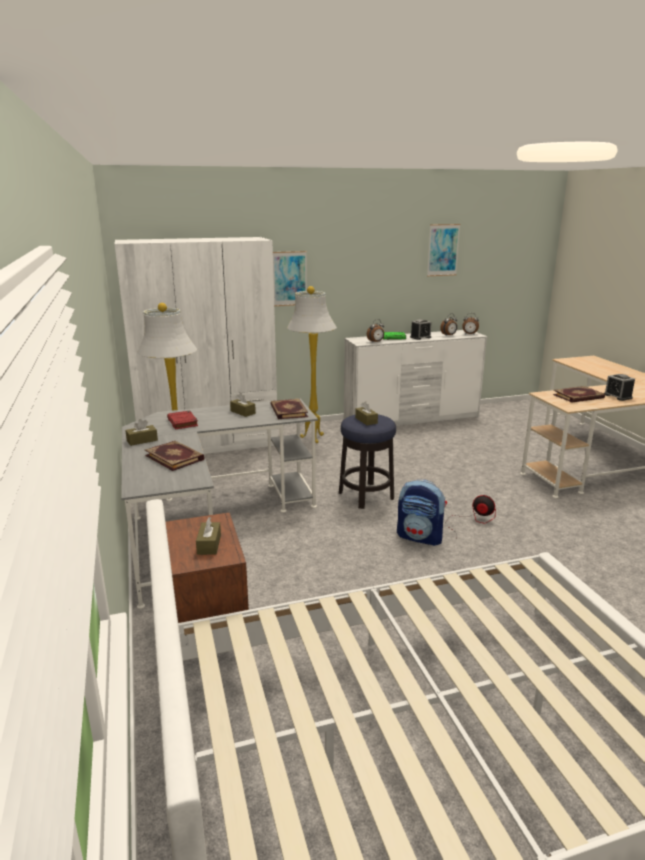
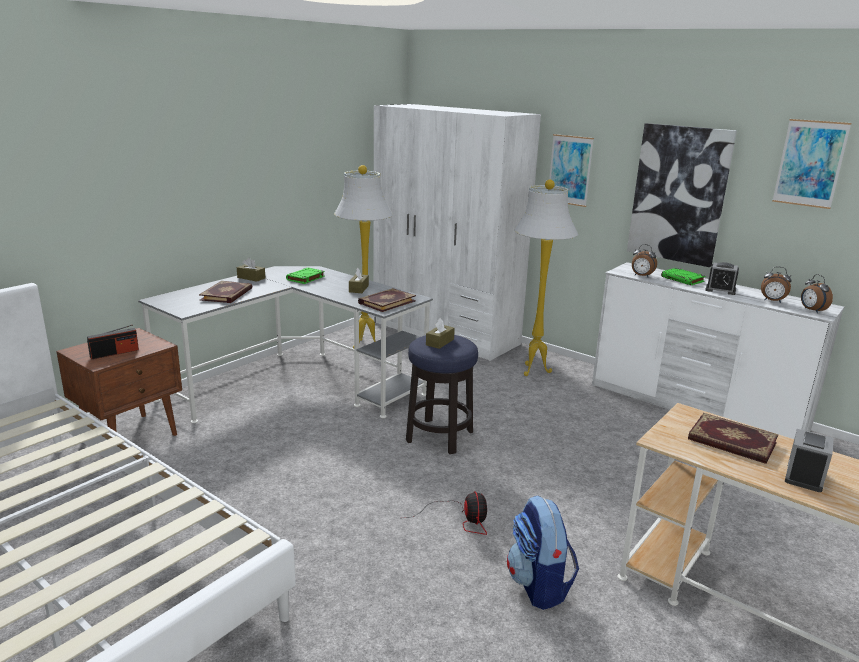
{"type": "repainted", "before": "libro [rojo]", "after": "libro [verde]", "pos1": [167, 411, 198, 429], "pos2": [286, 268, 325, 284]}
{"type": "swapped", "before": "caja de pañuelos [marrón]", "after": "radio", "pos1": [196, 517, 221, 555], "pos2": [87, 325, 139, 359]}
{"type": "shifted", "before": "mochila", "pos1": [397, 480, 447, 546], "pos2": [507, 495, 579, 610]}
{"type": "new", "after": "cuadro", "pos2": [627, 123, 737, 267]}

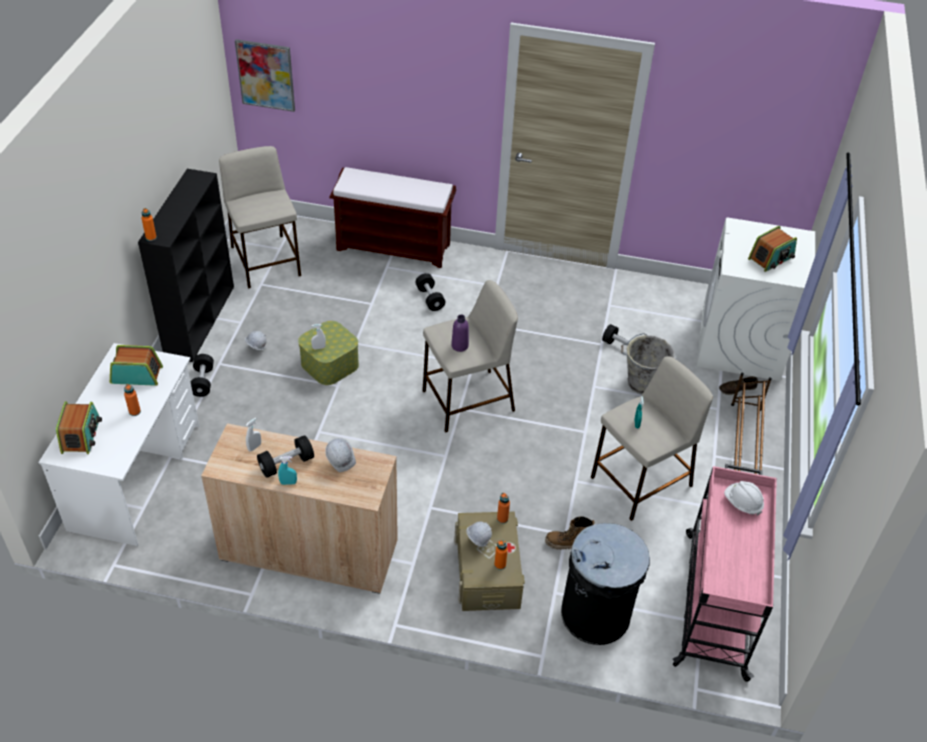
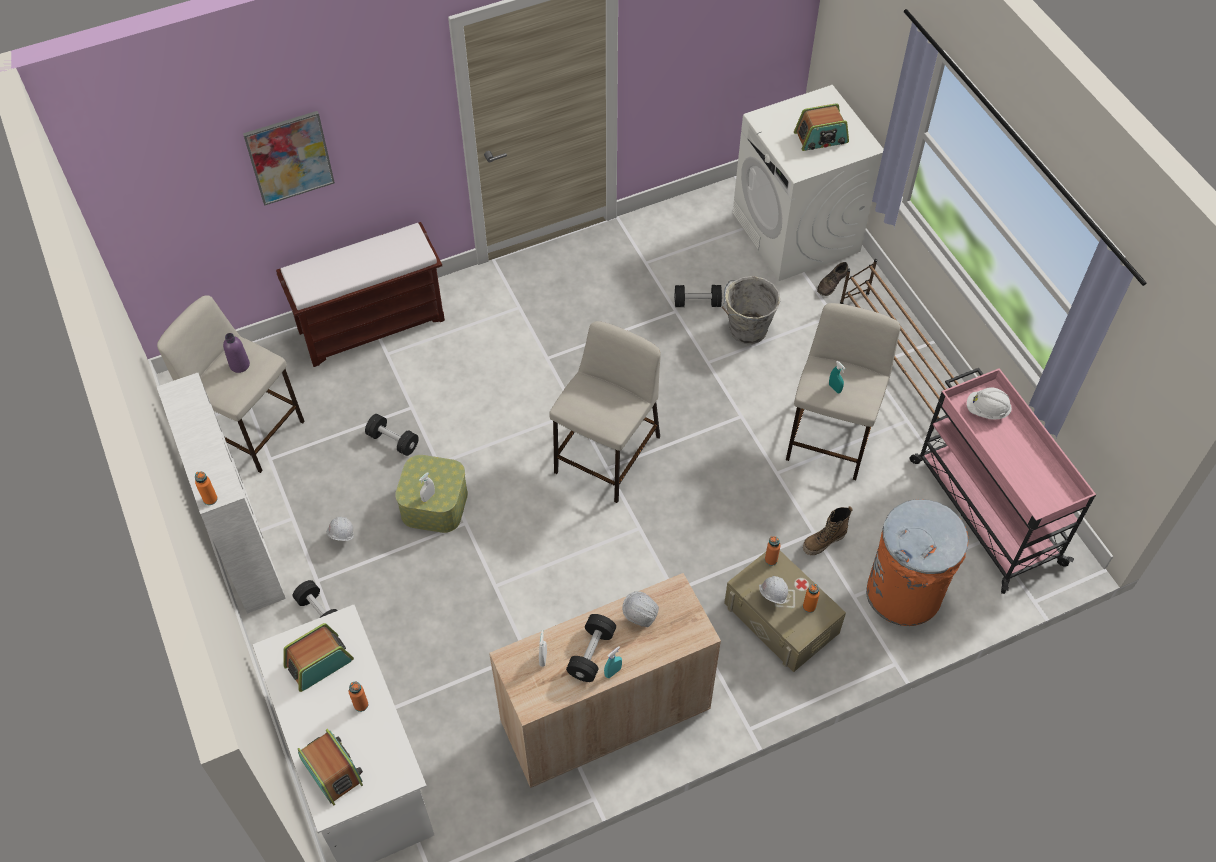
{"type": "repainted", "before": "estantería [negro]", "after": "estantería [blanco]", "pos1": [138, 169, 234, 362], "pos2": [157, 373, 286, 614]}
{"type": "shifted", "before": "cuadro", "pos1": [235, 39, 295, 112], "pos2": [243, 111, 335, 206]}
{"type": "shifted", "before": "mancuerna [negro]", "pos1": [415, 273, 445, 311], "pos2": [365, 414, 419, 456]}
{"type": "shifted", "before": "botella [morado]", "pos1": [451, 315, 469, 352], "pos2": [223, 333, 250, 373]}
{"type": "repainted", "before": "papelera [negro]", "after": "papelera [naranja]", "pos1": [561, 523, 650, 645], "pos2": [866, 499, 968, 626]}
{"type": "rotated", "before": "radio", "pos1": [748, 226, 797, 272], "pos2": [794, 103, 849, 151], "turn": 60}

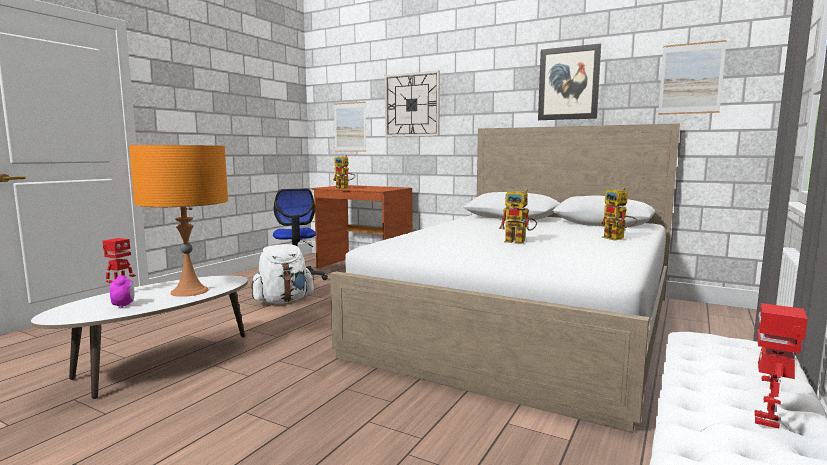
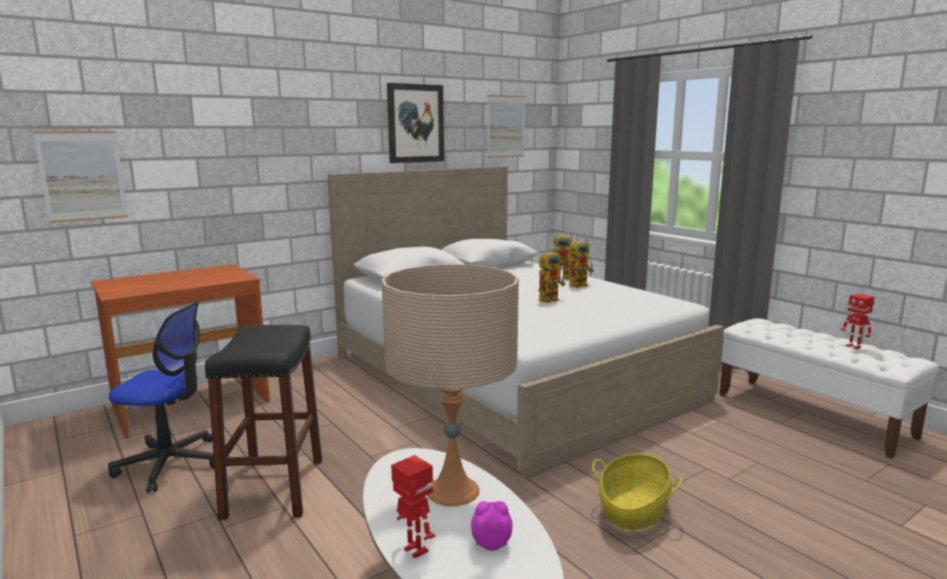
{"type": "repainted", "before": "lámpara de mesa [naranja]", "after": "lámpara de mesa [beis]", "pos1": [129, 145, 228, 297], "pos2": [381, 264, 519, 506]}
{"type": "swapped", "before": "mochila [blanco]", "after": "taburete [negro]", "pos1": [251, 244, 313, 304], "pos2": [205, 325, 322, 520]}
{"type": "shifted", "before": "robot de juguete", "pos1": [333, 155, 355, 189], "pos2": [569, 239, 594, 288]}
{"type": "gone", "before": "reloj de pared", "pos1": [385, 71, 440, 137]}
{"type": "new", "after": "cesta", "pos2": [592, 454, 682, 530]}

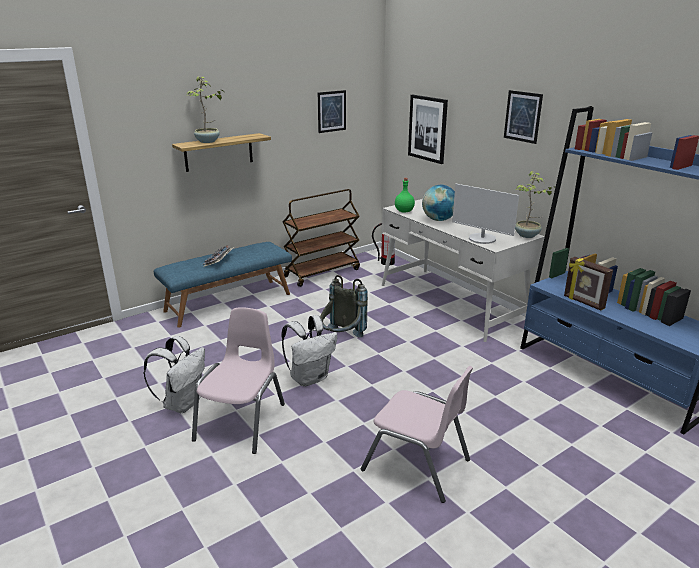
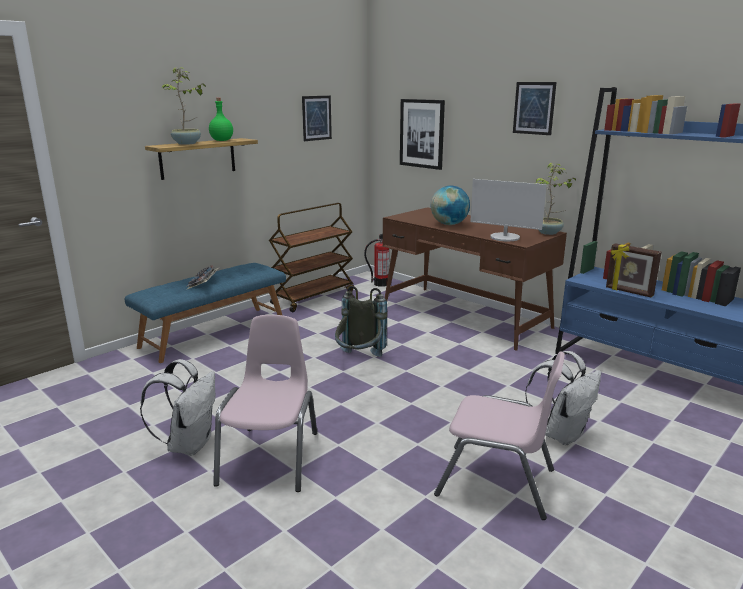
{"type": "shifted", "before": "mochila [blanco]", "pos1": [282, 315, 337, 387], "pos2": [525, 351, 601, 445]}
{"type": "repainted", "before": "escritorio [blanco]", "after": "escritorio [marrón]", "pos1": [382, 199, 545, 342], "pos2": [383, 207, 567, 350]}
{"type": "shifted", "before": "botella [verde]", "pos1": [395, 178, 415, 213], "pos2": [209, 98, 233, 141]}

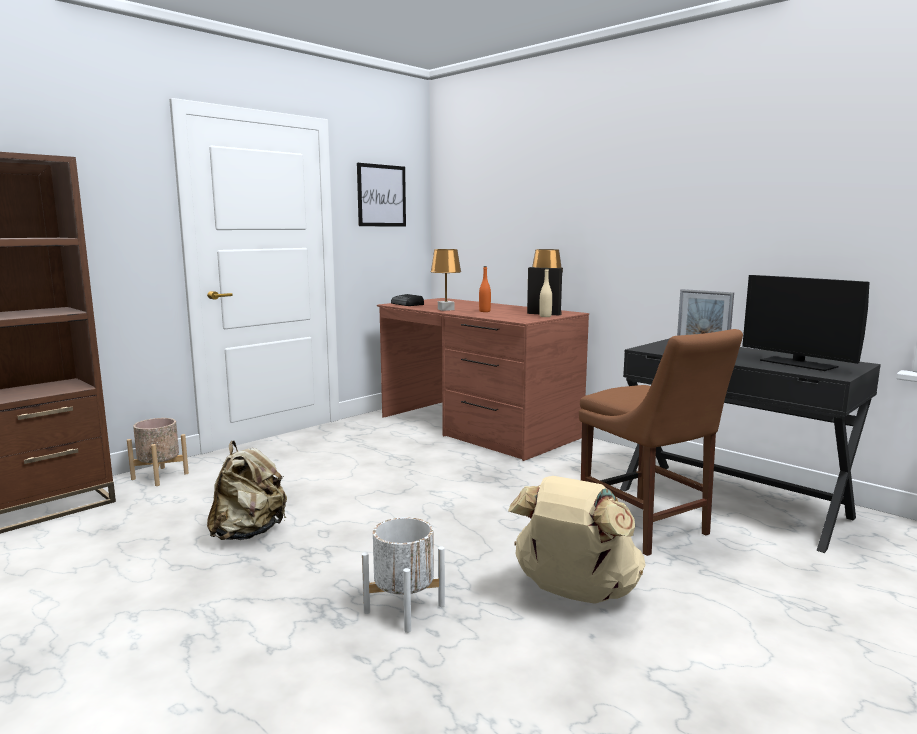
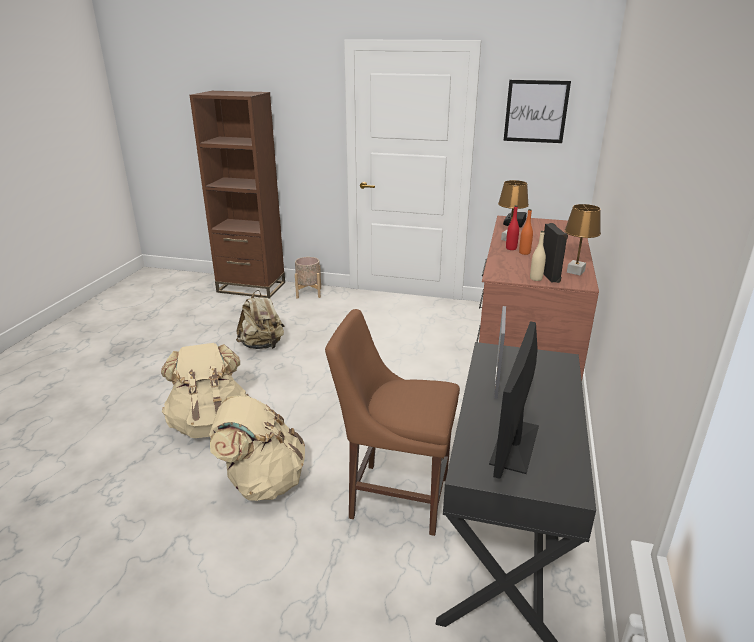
{"type": "swapped", "before": "maceta [blanco]", "after": "mochila [beis]", "pos1": [362, 517, 445, 633], "pos2": [161, 343, 249, 438]}
{"type": "rotated", "before": "silla [marrón]", "pos1": [579, 329, 743, 556], "pos2": [325, 309, 460, 536], "turn": 75}
{"type": "new", "after": "botella [rojo]", "pos2": [506, 205, 519, 250]}

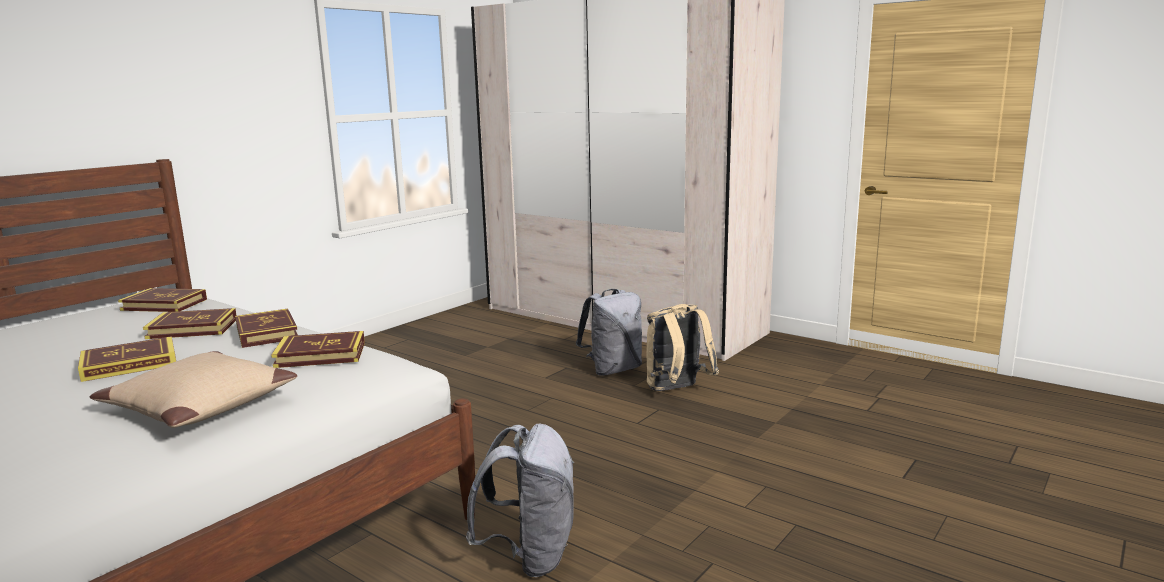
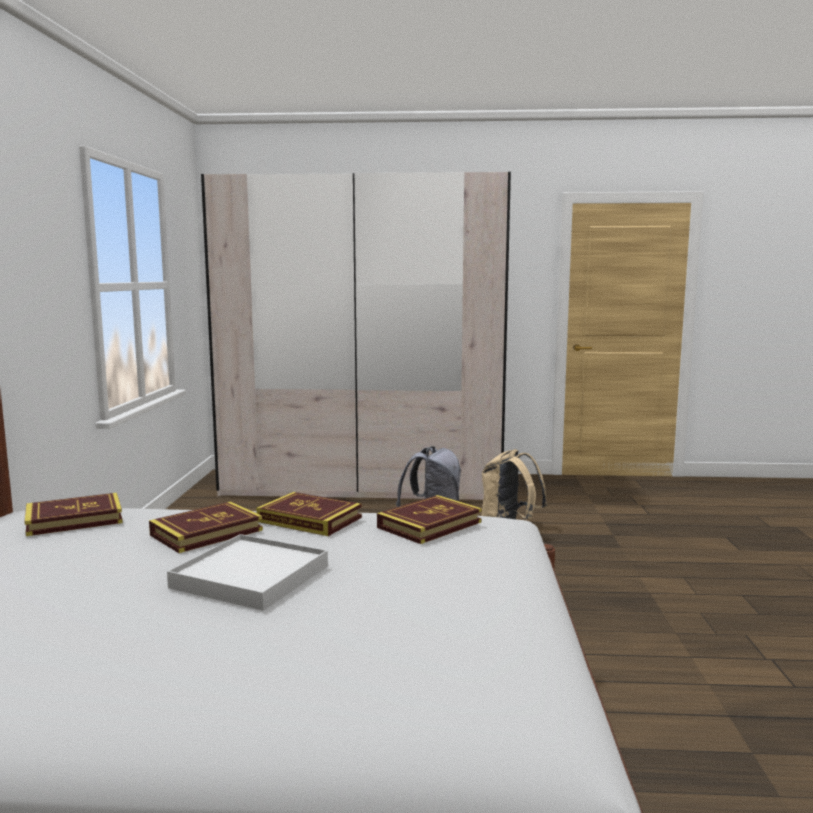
{"type": "swapped", "before": "libro", "after": "bandeja [blanco]", "pos1": [78, 336, 176, 382], "pos2": [167, 534, 328, 611]}
{"type": "gone", "before": "cojín [beis]", "pos1": [90, 351, 297, 428]}
{"type": "gone", "before": "mochila [gris]", "pos1": [466, 424, 574, 577]}

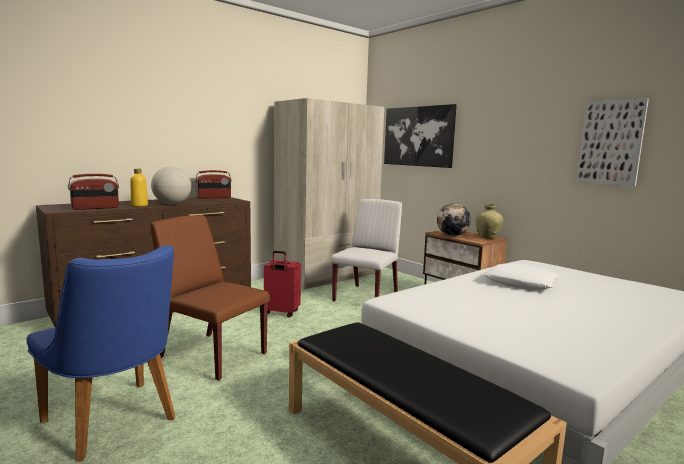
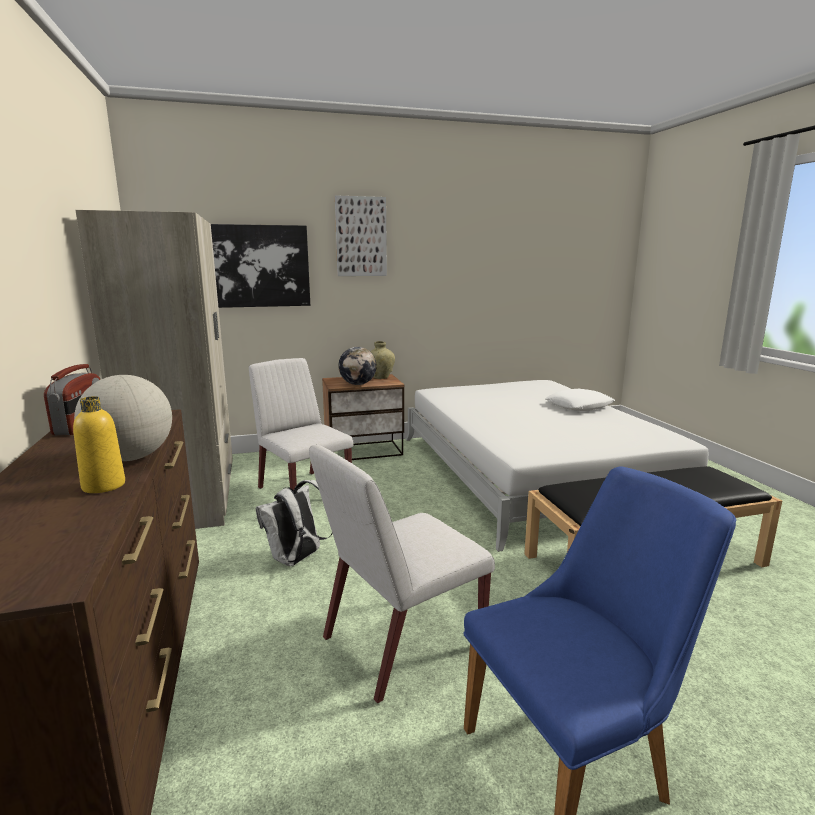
{"type": "gone", "before": "radio", "pos1": [68, 174, 119, 210]}
{"type": "repainted", "before": "silla [marrón]", "after": "silla [blanco]", "pos1": [150, 215, 270, 381], "pos2": [309, 445, 495, 703]}
{"type": "swapped", "before": "maleta [rojo]", "after": "mochila [blanco]", "pos1": [264, 251, 301, 317], "pos2": [256, 480, 333, 566]}
{"type": "shifted", "before": "cojín [blanco]", "pos1": [483, 263, 561, 290], "pos2": [545, 389, 615, 411]}
{"type": "shifted", "before": "cuadro", "pos1": [577, 99, 649, 186], "pos2": [335, 195, 387, 276]}

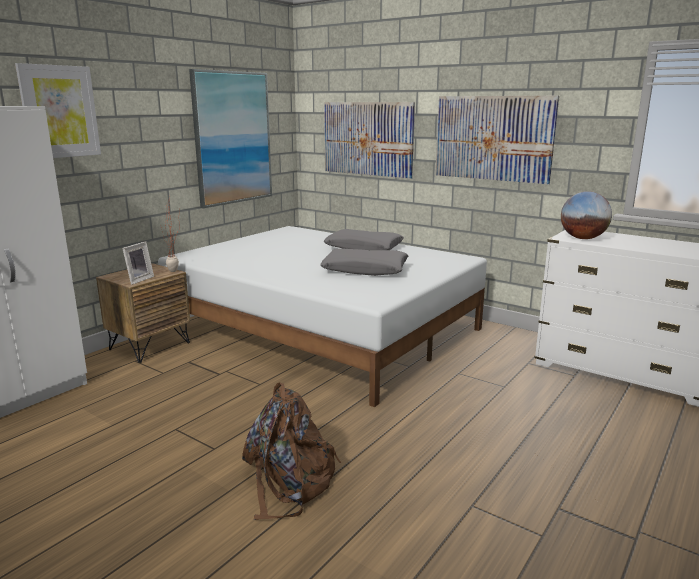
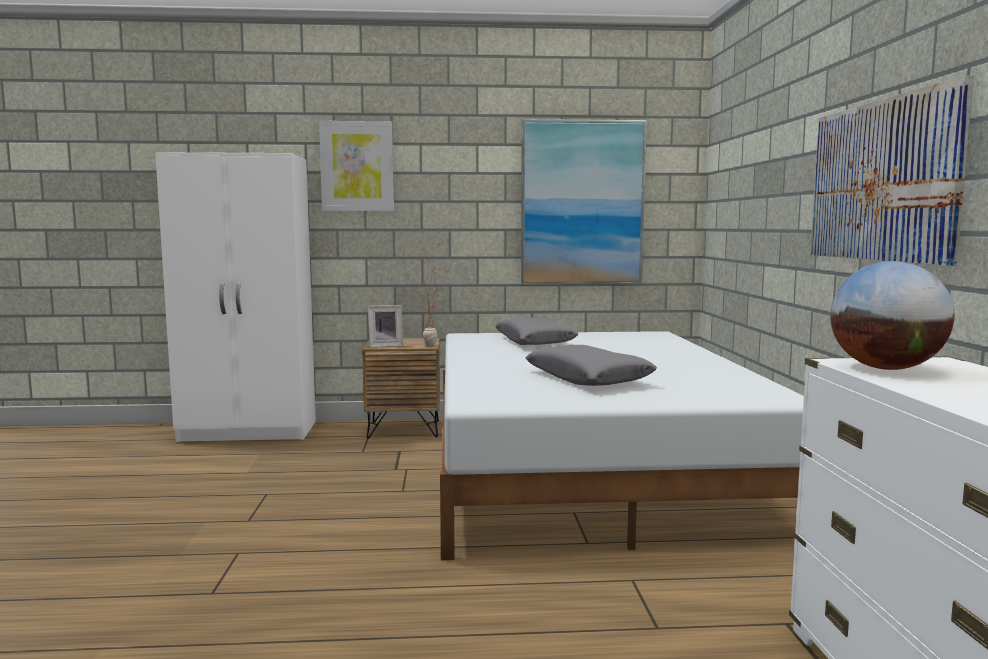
{"type": "gone", "before": "mochila [marrón]", "pos1": [242, 382, 341, 520]}
{"type": "gone", "before": "cuadro", "pos1": [324, 102, 415, 179]}
{"type": "shifted", "before": "cojín [gris]", "pos1": [324, 229, 404, 250], "pos2": [495, 317, 579, 345]}

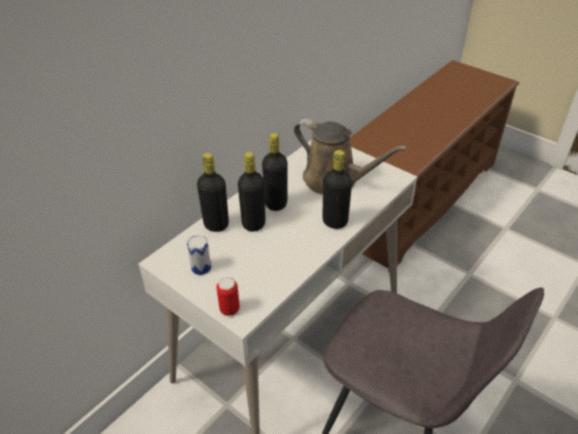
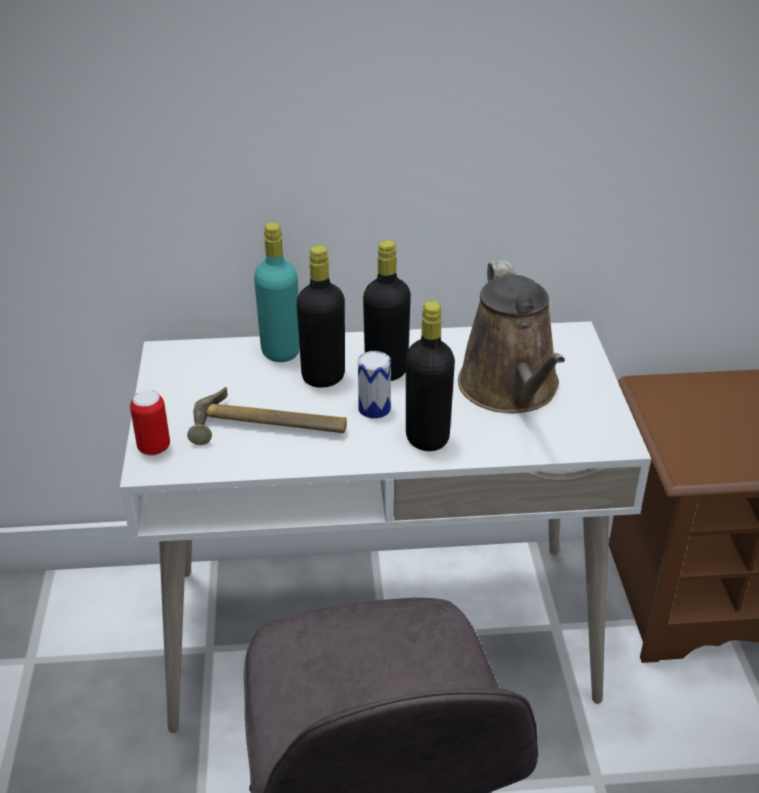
{"type": "shifted", "before": "lata", "pos1": [187, 235, 211, 275], "pos2": [358, 351, 391, 419]}
{"type": "repainted", "before": "botella [negro]", "after": "botella [turquesa]", "pos1": [197, 153, 229, 232], "pos2": [254, 222, 300, 362]}
{"type": "new", "after": "martillo", "pos2": [187, 387, 347, 445]}

